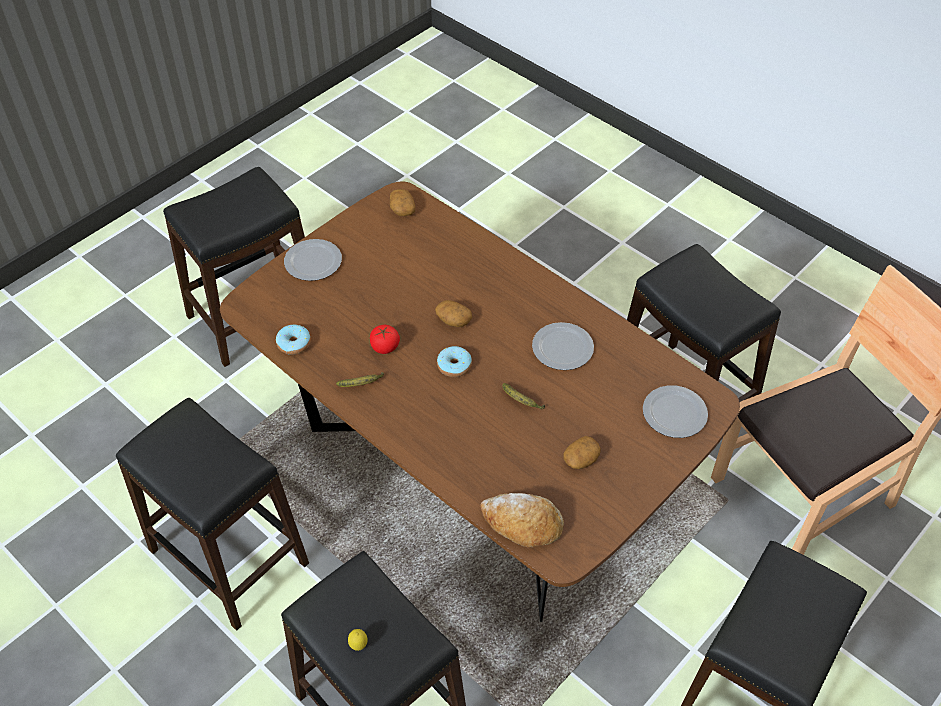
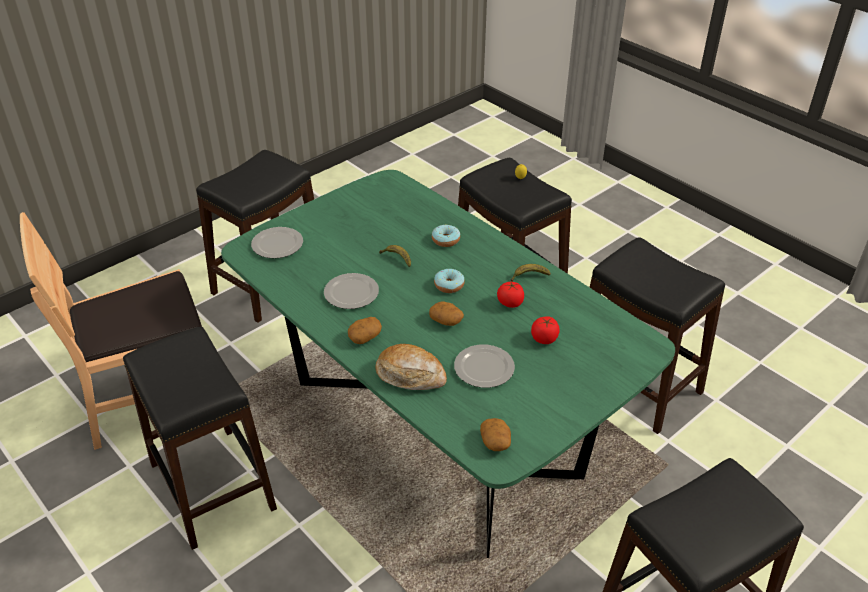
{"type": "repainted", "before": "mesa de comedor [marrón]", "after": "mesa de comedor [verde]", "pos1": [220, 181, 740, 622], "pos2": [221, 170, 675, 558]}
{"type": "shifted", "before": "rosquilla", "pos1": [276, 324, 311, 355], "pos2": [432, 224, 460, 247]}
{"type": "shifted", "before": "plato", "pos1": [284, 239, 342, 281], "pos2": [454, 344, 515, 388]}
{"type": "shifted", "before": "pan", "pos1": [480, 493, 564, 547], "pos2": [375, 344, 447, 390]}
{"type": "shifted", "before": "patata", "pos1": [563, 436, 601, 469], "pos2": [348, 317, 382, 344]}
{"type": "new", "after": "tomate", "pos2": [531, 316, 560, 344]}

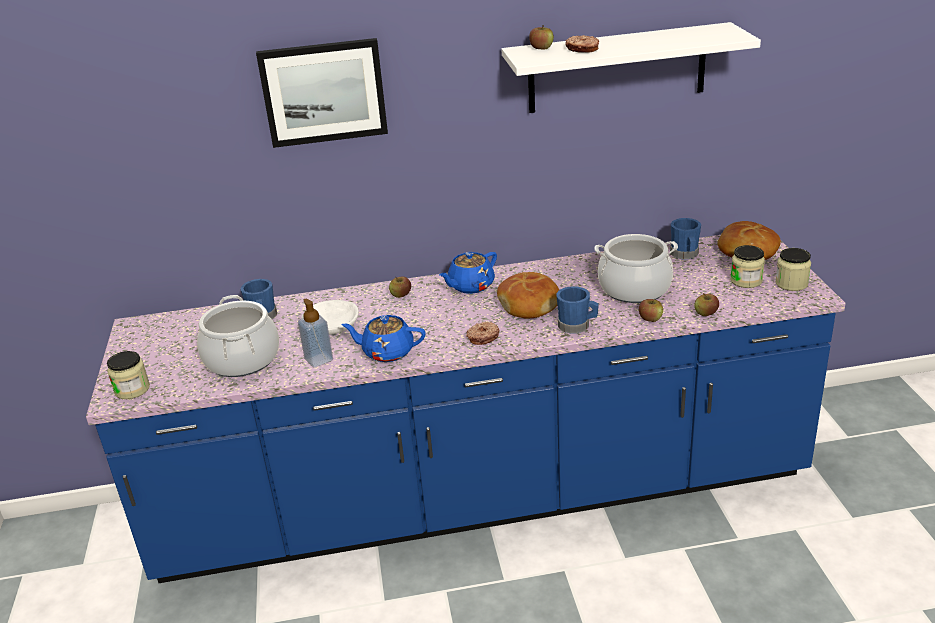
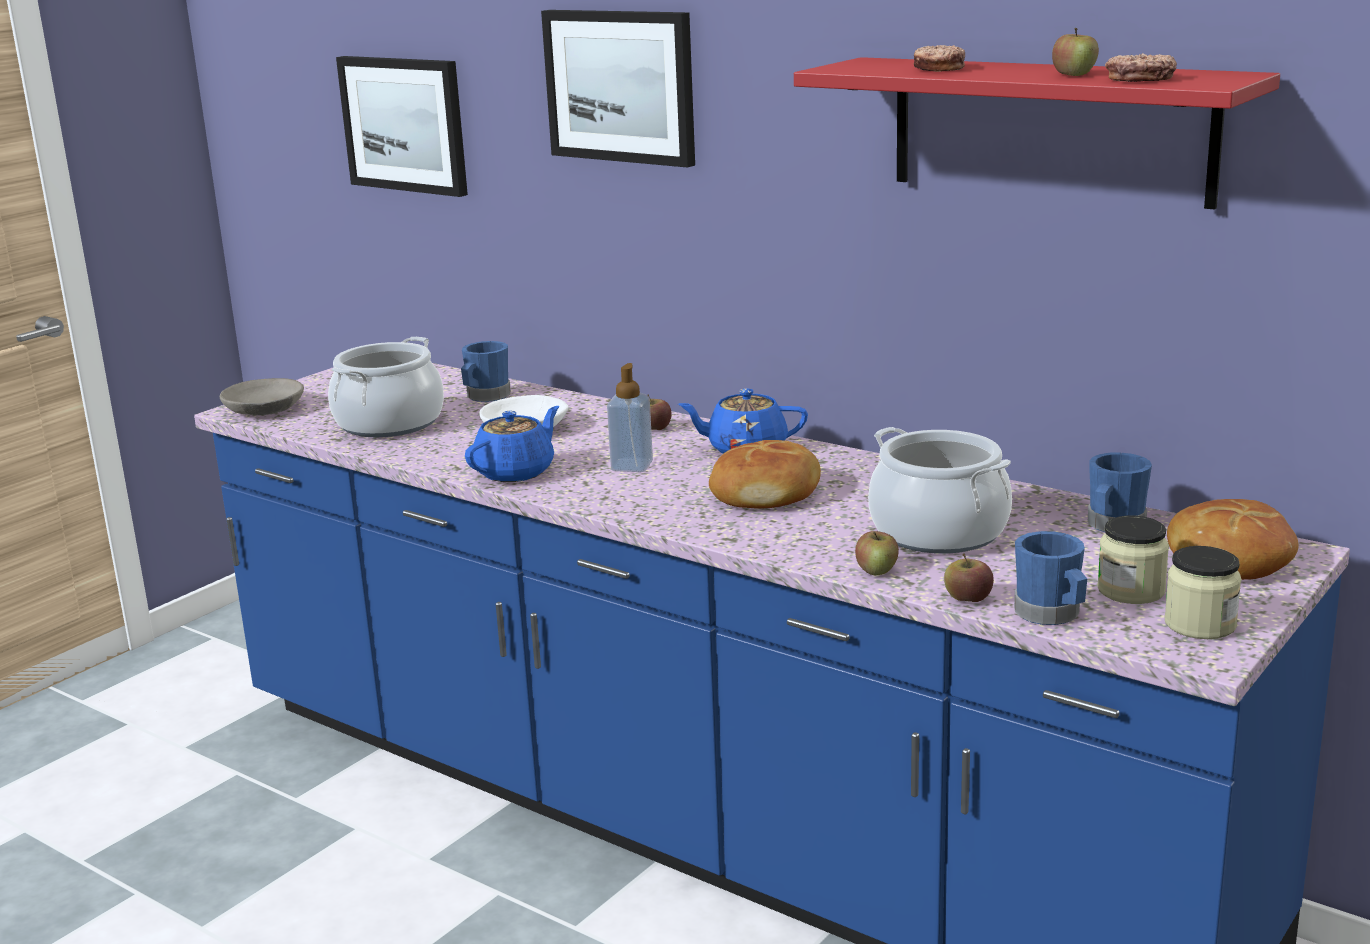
{"type": "swapped", "before": "tarro", "after": "cuenco [gris]", "pos1": [107, 351, 150, 399], "pos2": [220, 378, 304, 415]}
{"type": "shifted", "before": "dispensador de jabón", "pos1": [298, 299, 333, 367], "pos2": [607, 363, 653, 472]}
{"type": "rotated", "before": "tetera [azul]", "pos1": [341, 315, 426, 362], "pos2": [465, 406, 559, 482], "turn": 75}
{"type": "shifted", "before": "rosquilla", "pos1": [466, 322, 500, 345], "pos2": [1105, 53, 1177, 82]}
{"type": "repainted", "before": "estante [blanco]", "after": "estante [rojo]", "pos1": [501, 22, 761, 113], "pos2": [794, 57, 1280, 209]}
{"type": "shifted", "before": "manzana", "pos1": [529, 25, 554, 50], "pos2": [1052, 28, 1099, 76]}
{"type": "shifted", "before": "taza grande [azul]", "pos1": [557, 286, 599, 333], "pos2": [1014, 531, 1087, 625]}
{"type": "new", "after": "cuadro", "pos2": [336, 56, 468, 197]}

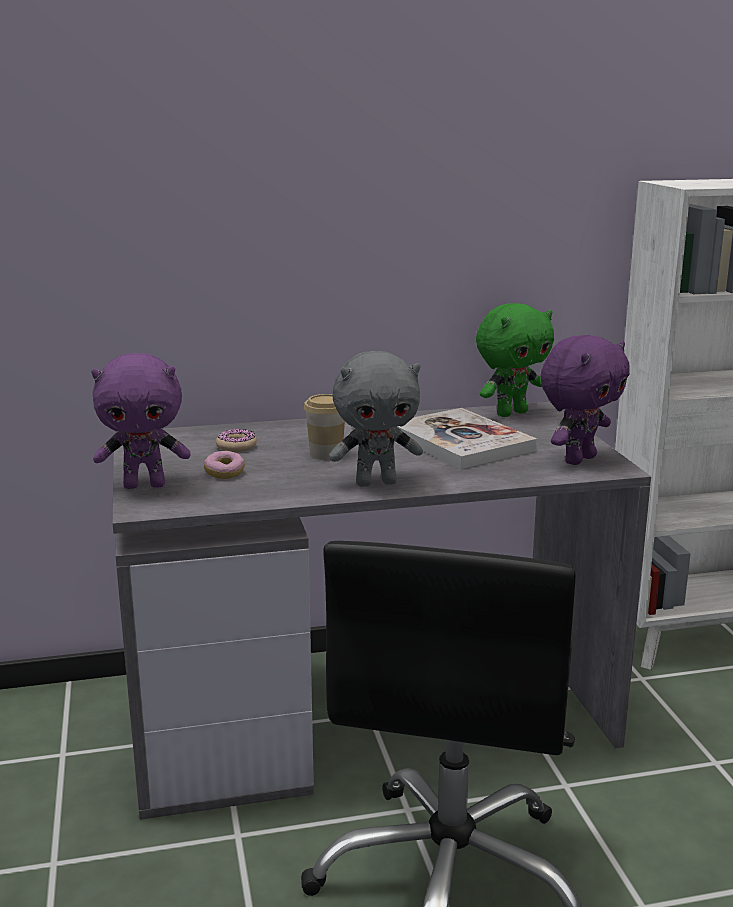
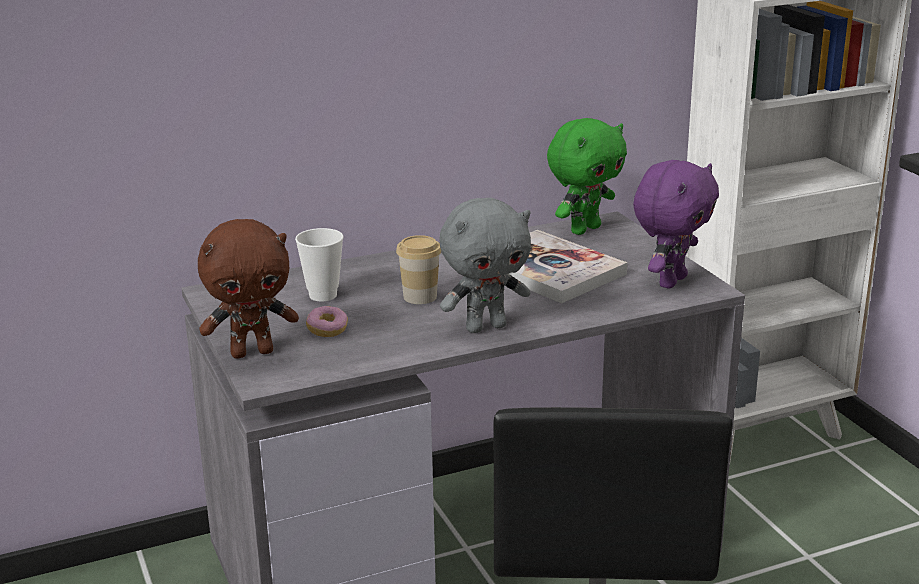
{"type": "repainted", "before": "peluche [morado]", "after": "peluche [marrón]", "pos1": [91, 353, 191, 489], "pos2": [198, 219, 299, 358]}
{"type": "swapped", "before": "rosquilla", "after": "taza", "pos1": [216, 429, 257, 452], "pos2": [295, 228, 344, 301]}

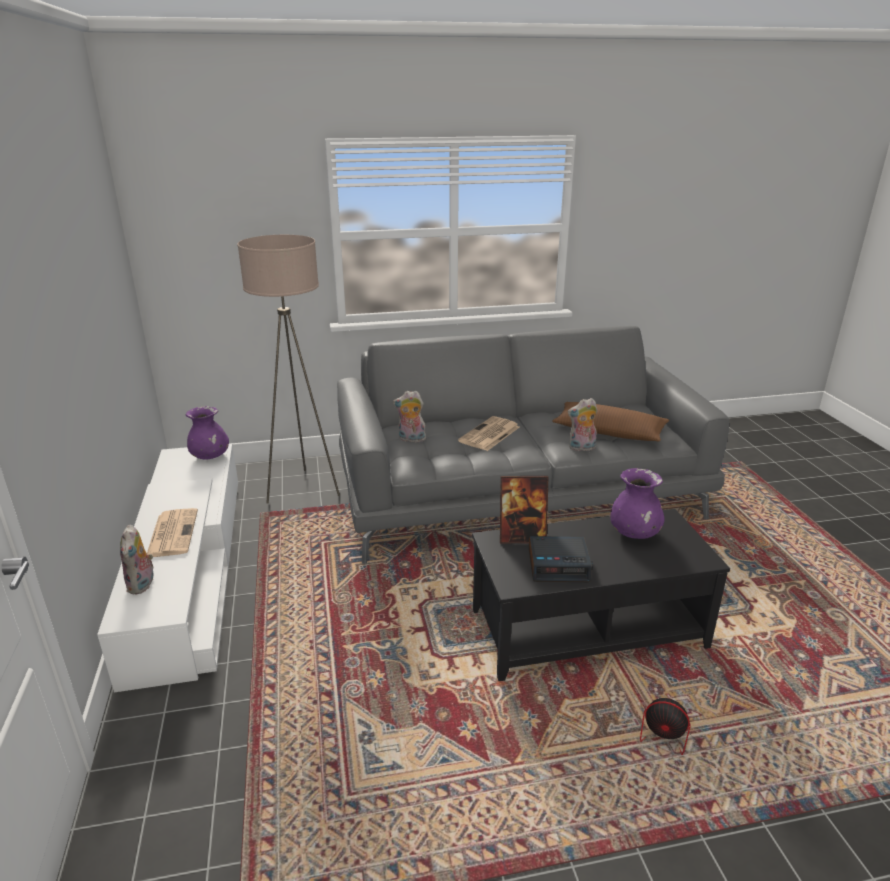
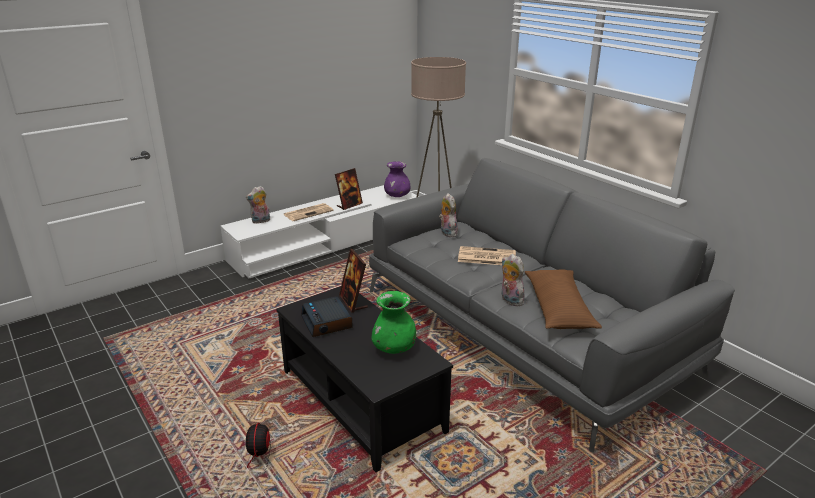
{"type": "repainted", "before": "florero [morado]", "after": "florero [verde]", "pos1": [610, 468, 665, 539], "pos2": [371, 291, 416, 354]}
{"type": "new", "after": "portarretratos", "pos2": [335, 168, 363, 210]}

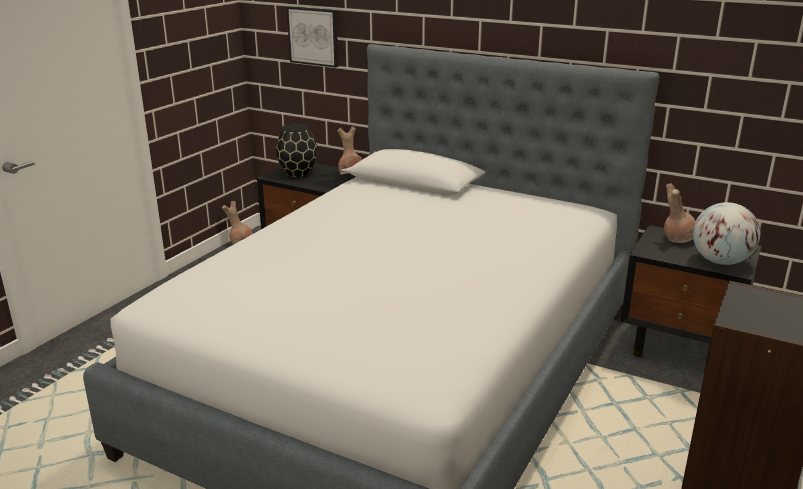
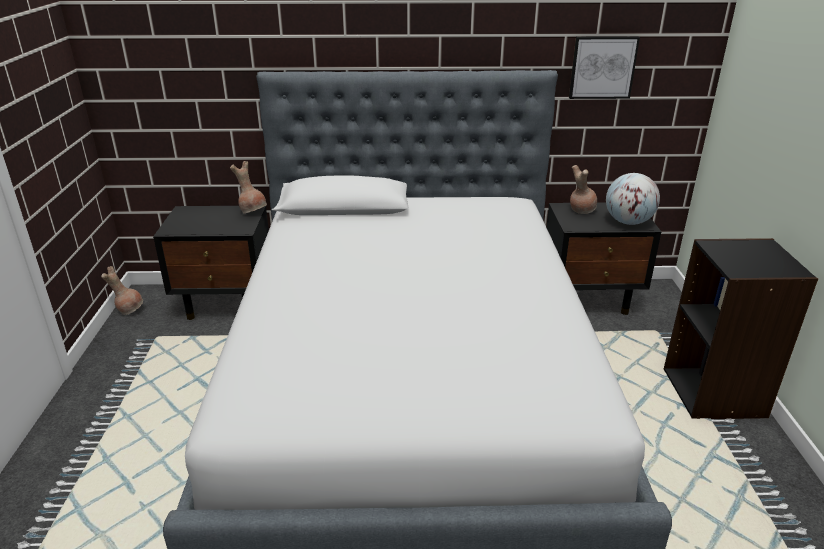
{"type": "gone", "before": "florero [negro]", "pos1": [276, 124, 318, 177]}
{"type": "shifted", "before": "cuadro", "pos1": [287, 7, 339, 68], "pos2": [569, 36, 640, 99]}

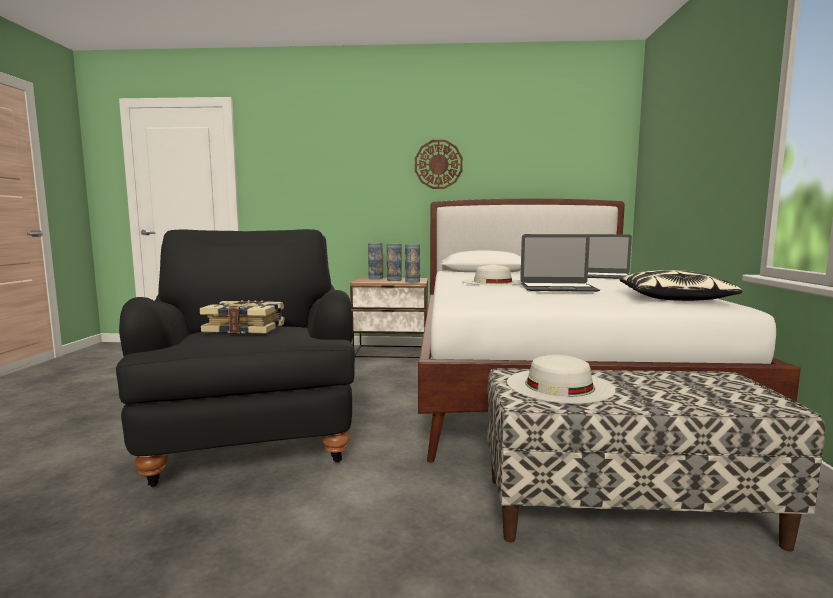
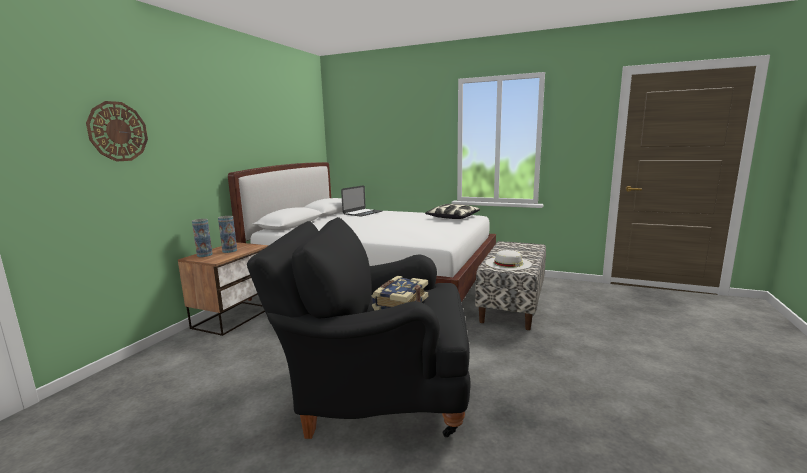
{"type": "gone", "before": "florero", "pos1": [405, 244, 420, 283]}
{"type": "shifted", "before": "reloj de pared", "pos1": [415, 140, 463, 189], "pos2": [86, 101, 148, 162]}
{"type": "gone", "before": "sombrero [blanco]", "pos1": [462, 265, 522, 286]}
{"type": "gone", "before": "portátil", "pos1": [520, 234, 600, 292]}

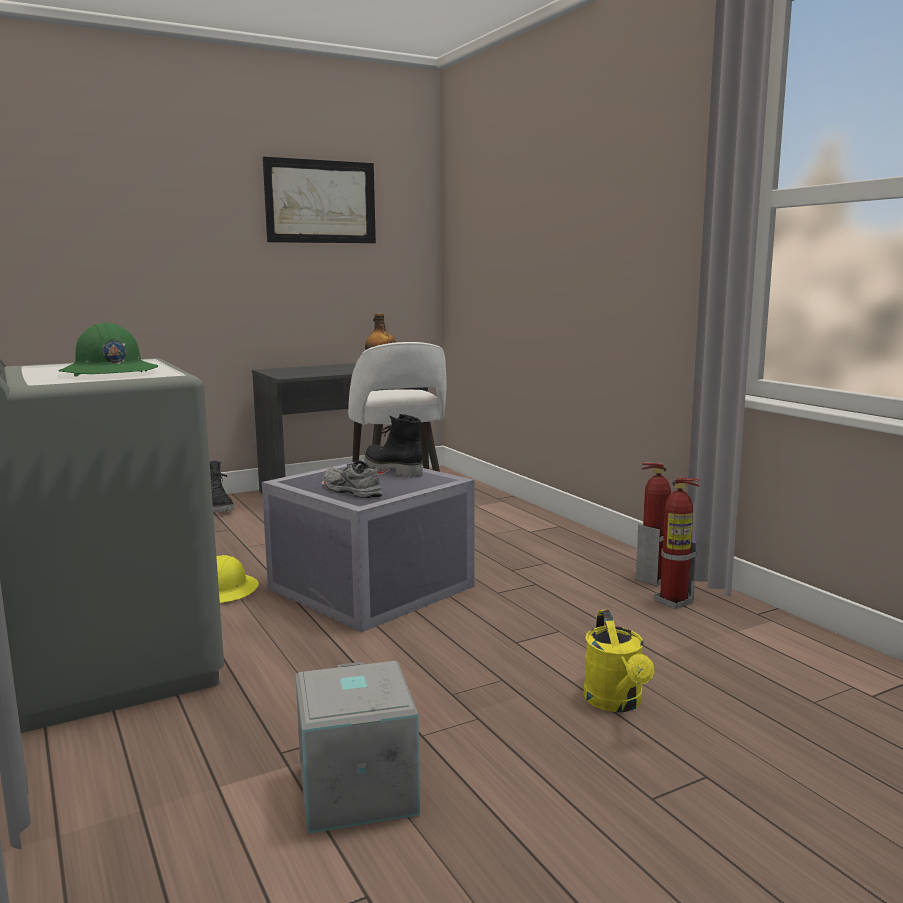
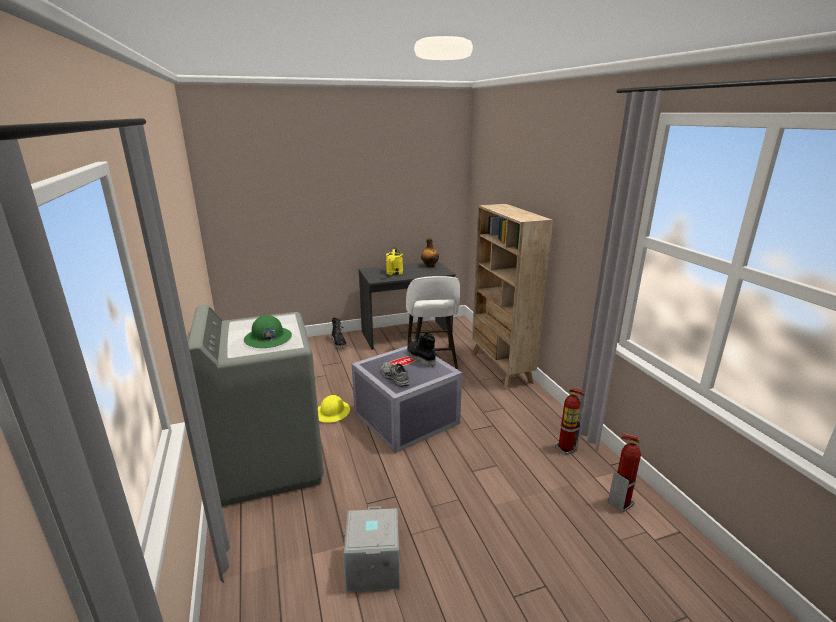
{"type": "gone", "before": "cuadro", "pos1": [263, 156, 376, 243]}
{"type": "shifted", "before": "regadera [amarillo]", "pos1": [583, 610, 654, 712], "pos2": [386, 247, 403, 275]}
{"type": "shifted", "before": "extintor", "pos1": [635, 463, 671, 586], "pos2": [608, 434, 641, 513]}
{"type": "new", "after": "estantería [beis]", "pos2": [472, 204, 553, 389]}

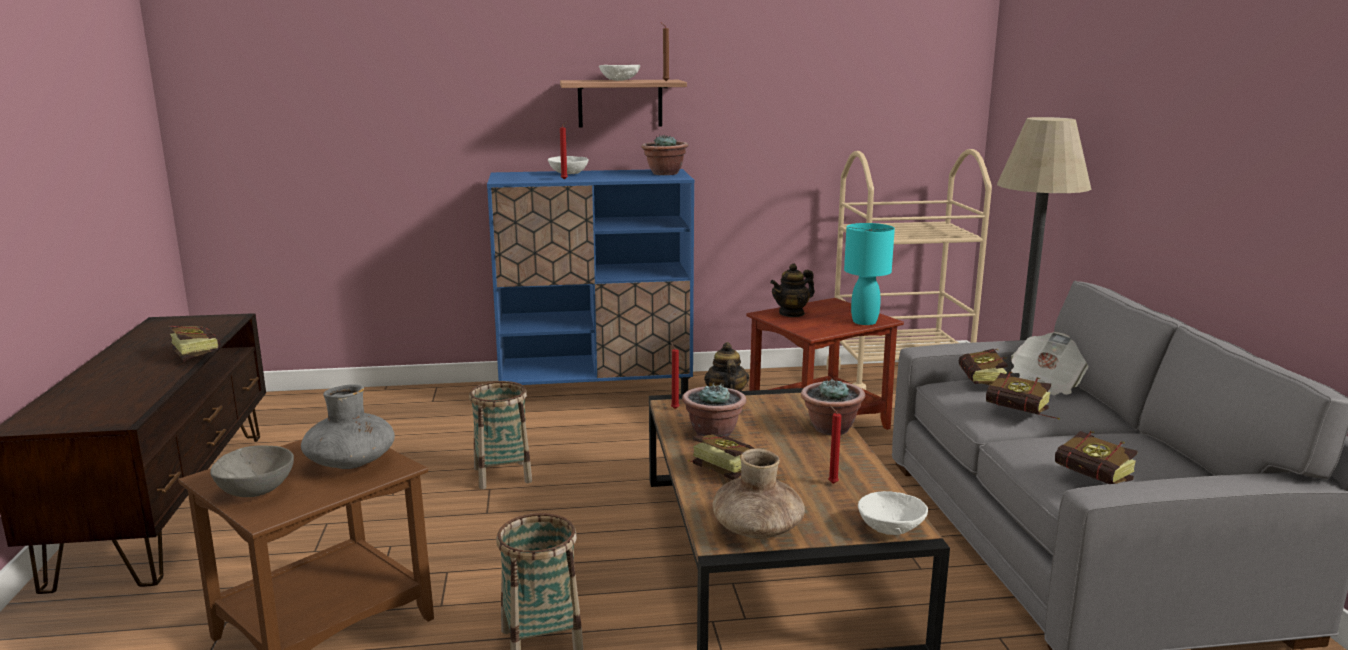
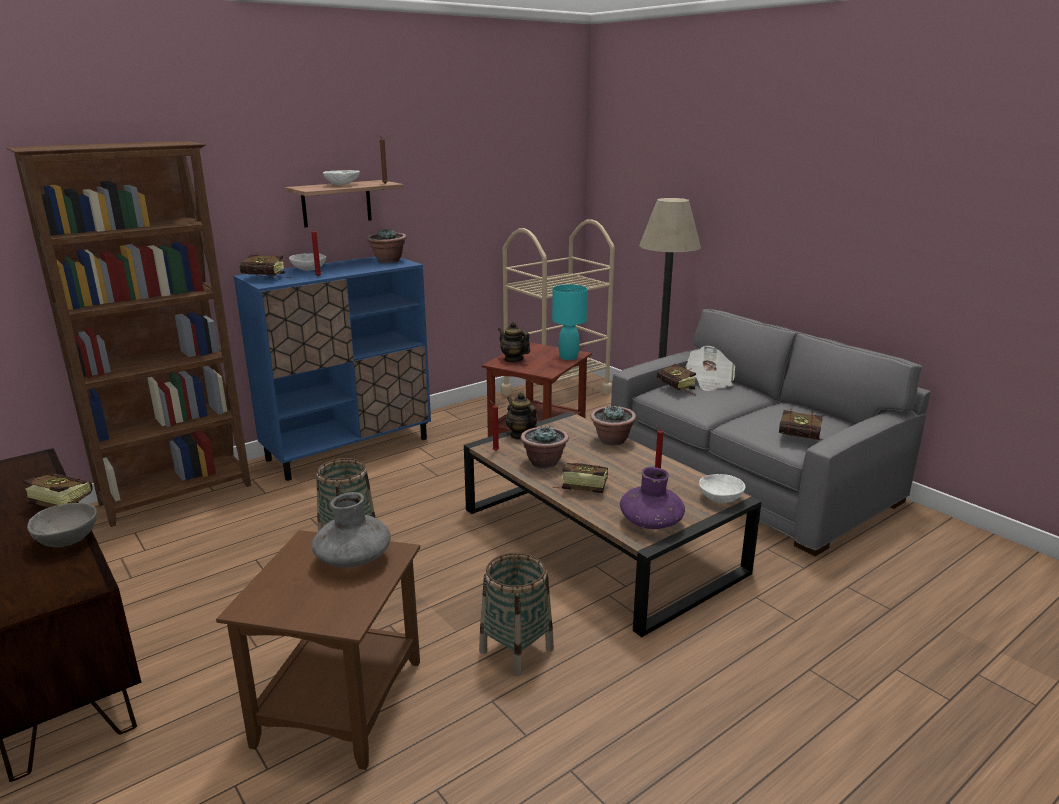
{"type": "shifted", "before": "cuenco [gris]", "pos1": [210, 445, 294, 497], "pos2": [27, 503, 97, 547]}
{"type": "repainted", "before": "florero [marrón]", "after": "florero [morado]", "pos1": [713, 448, 805, 539], "pos2": [620, 467, 685, 529]}
{"type": "rotated", "before": "tetera", "pos1": [770, 263, 815, 317], "pos2": [498, 322, 530, 363], "turn": 105}
{"type": "shifted", "before": "libro", "pos1": [986, 372, 1060, 419], "pos2": [240, 253, 292, 278]}
{"type": "new", "after": "estantería [marrón]", "pos2": [6, 141, 251, 527]}

